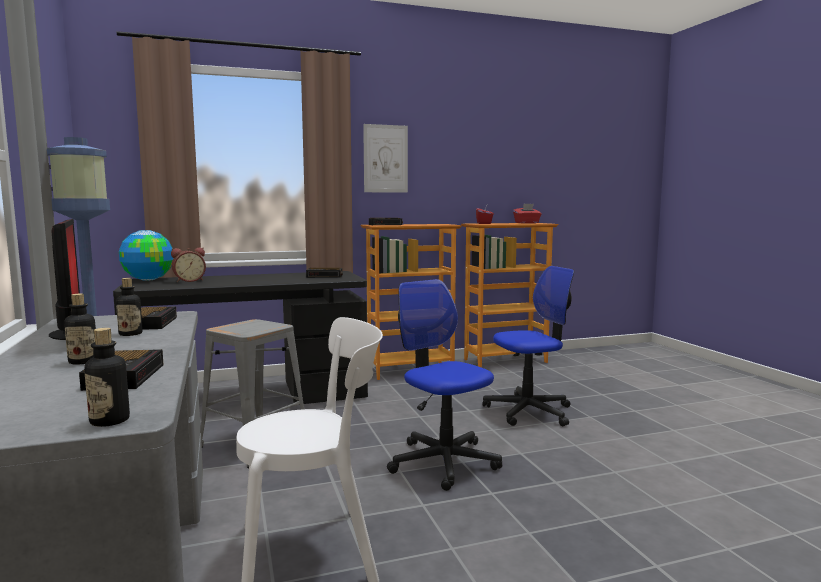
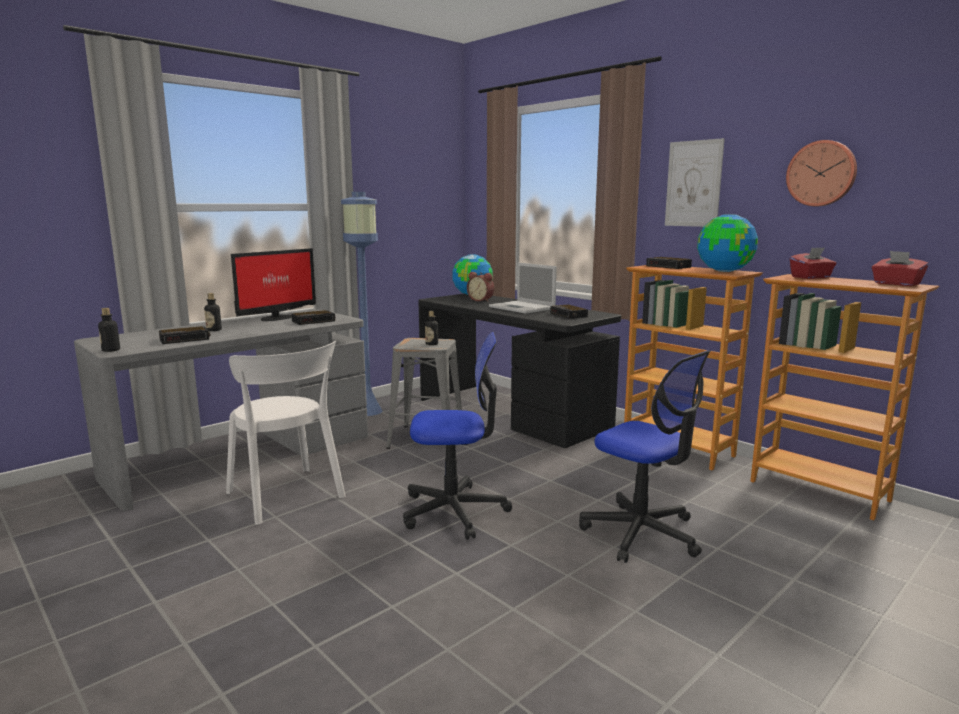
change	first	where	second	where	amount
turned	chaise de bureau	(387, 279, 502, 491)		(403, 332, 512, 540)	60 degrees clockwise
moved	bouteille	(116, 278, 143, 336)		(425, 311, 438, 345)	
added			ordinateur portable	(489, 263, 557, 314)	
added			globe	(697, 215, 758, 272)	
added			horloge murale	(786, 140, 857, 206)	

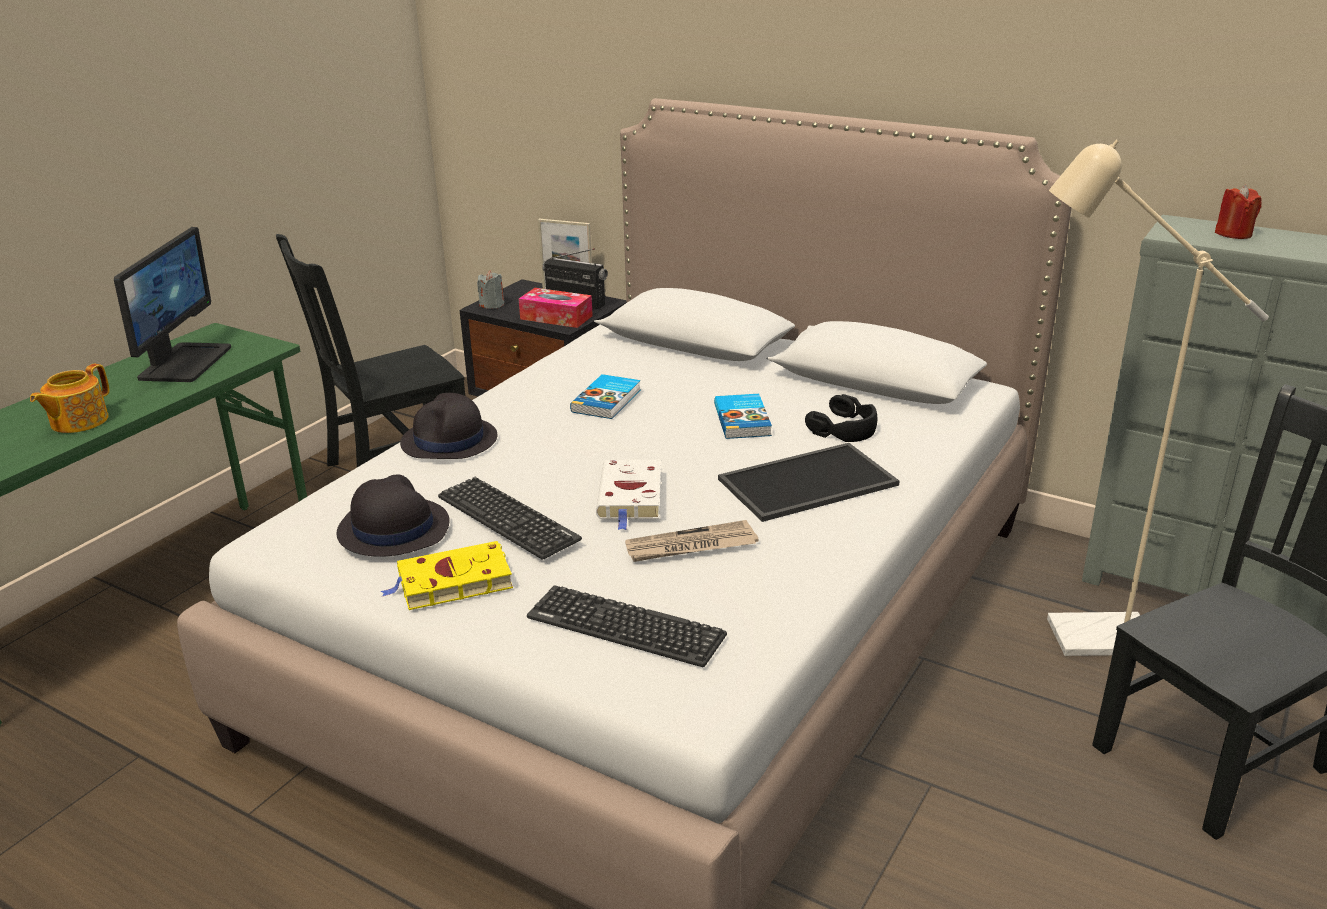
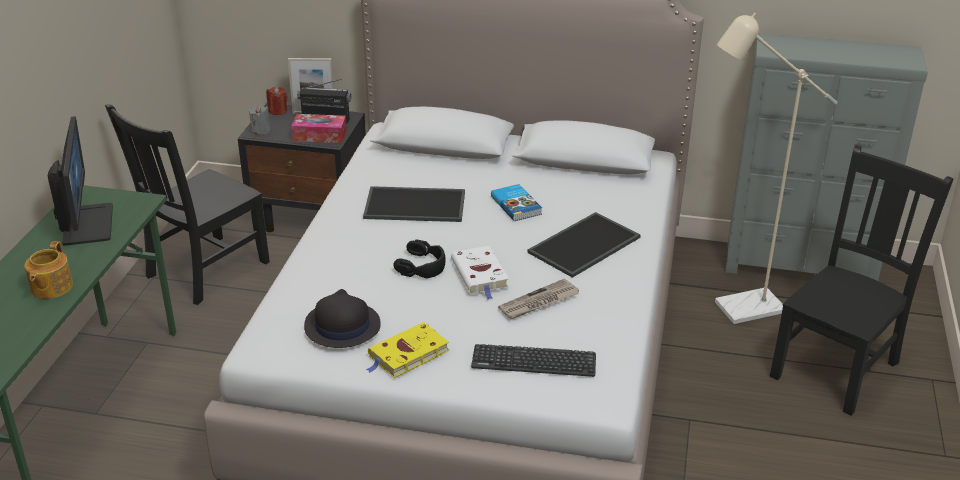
change	first	where	second	where	amount
moved	bougie [rouge]	(1215, 185, 1262, 239)		(266, 87, 287, 115)	
replaced	livre	(570, 374, 641, 419)	plateau	(363, 186, 465, 222)	
moved	casque audio [noir]	(805, 394, 877, 442)		(393, 239, 446, 278)	
removed	chapeau [noir]	(400, 393, 497, 459)			
removed	clavier	(438, 477, 582, 560)			

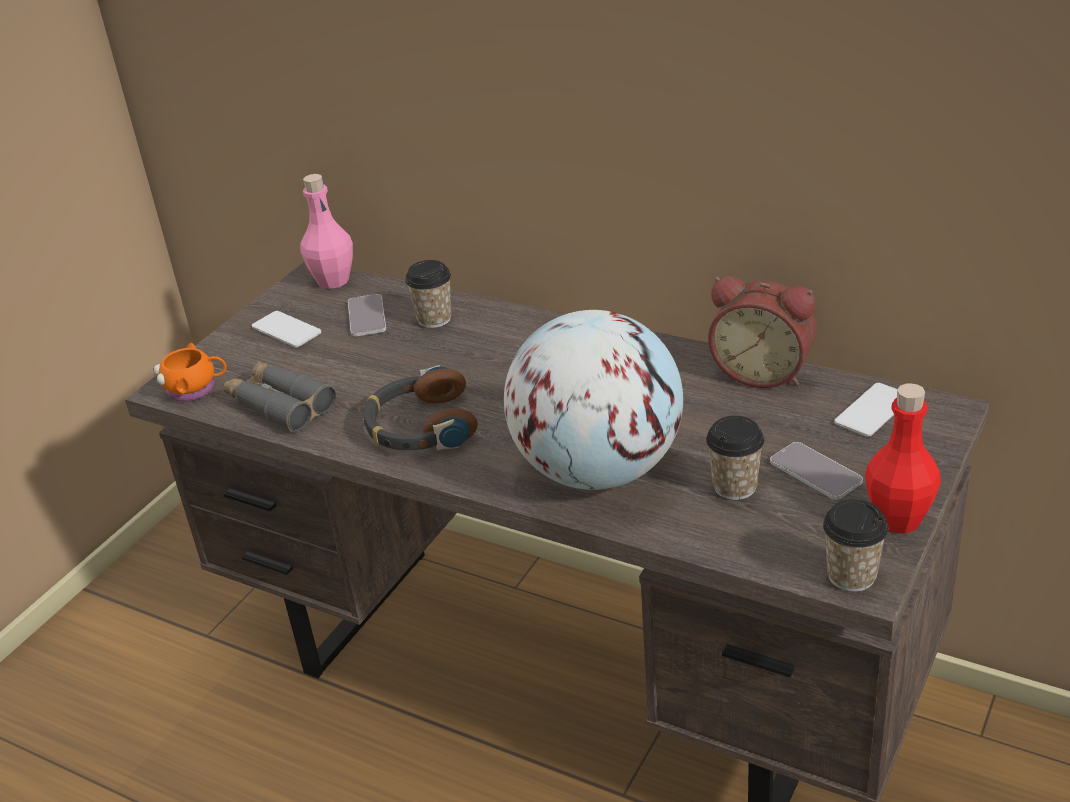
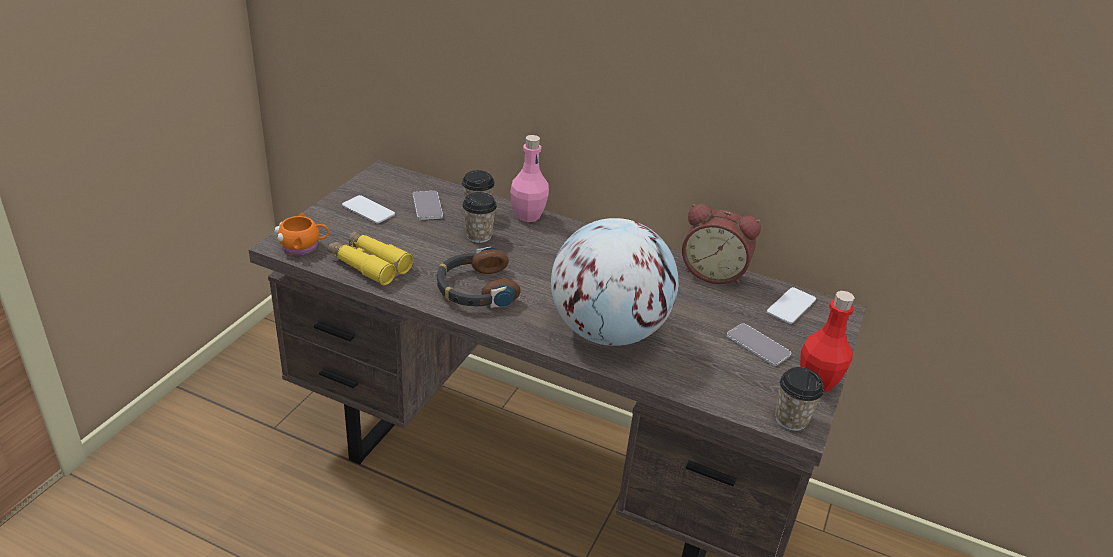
change	first	where	second	where	amount
recoloured	jumelles [gris]	(223, 361, 336, 432)	jumelles [jaune]	(327, 231, 413, 285)	
moved	tasse	(706, 416, 764, 500)		(462, 192, 497, 243)	
moved	bouteille [rose]	(300, 174, 353, 289)		(510, 135, 549, 222)	

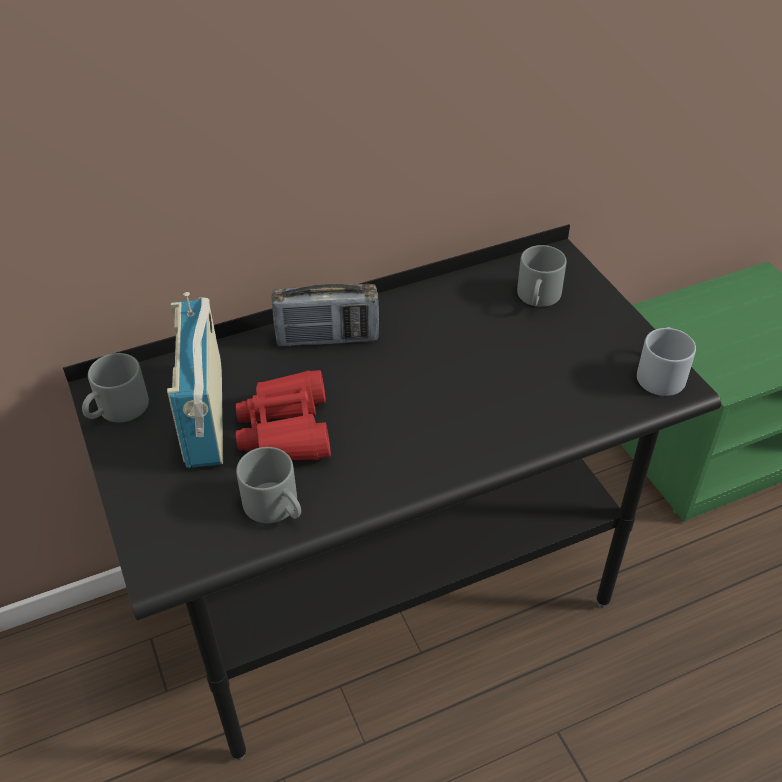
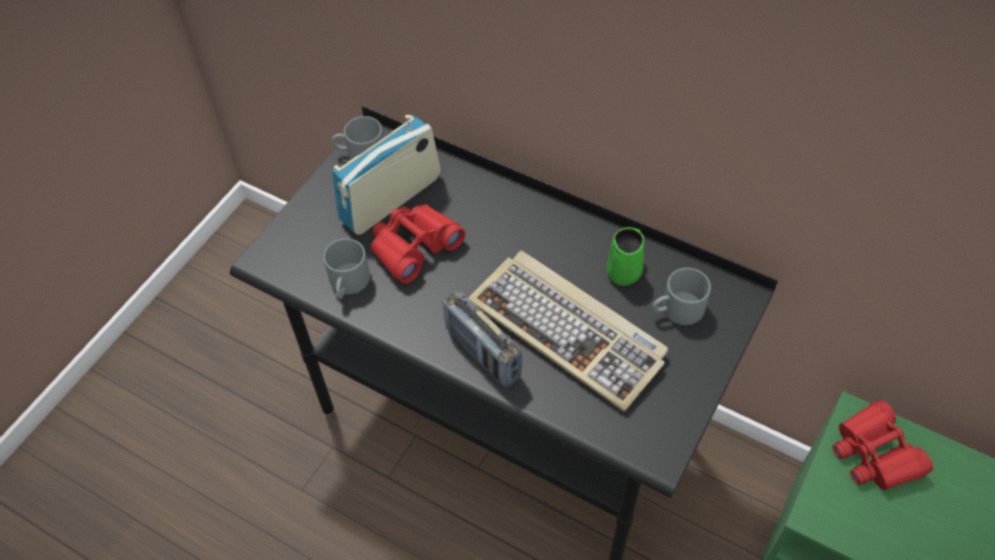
change	first	where	second	where	amount
moved	radio	(272, 284, 379, 347)		(443, 291, 523, 388)	
added			clavier	(468, 250, 668, 412)	
added			mug [vert]	(606, 227, 644, 286)	
added			jumelles [rouge]	(833, 400, 933, 490)	
removed	mug [gris]	(637, 327, 696, 396)			

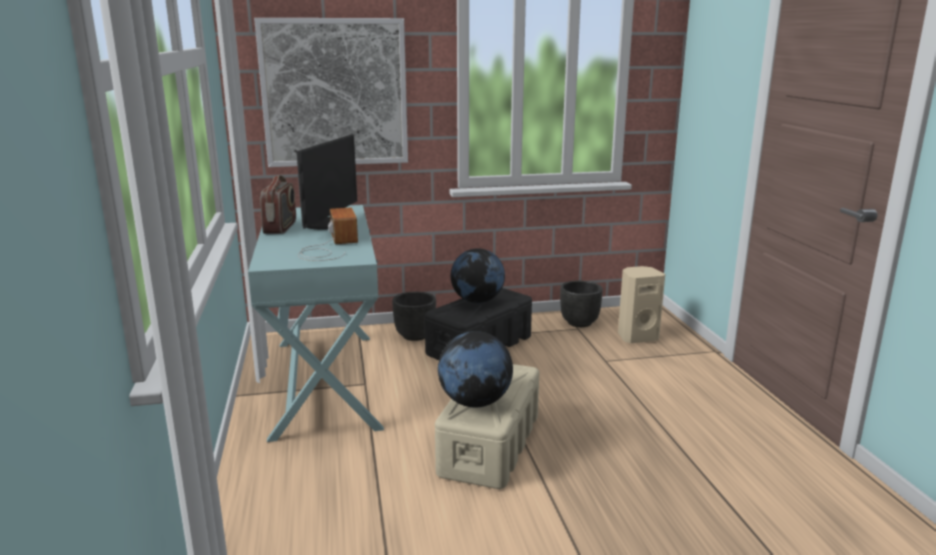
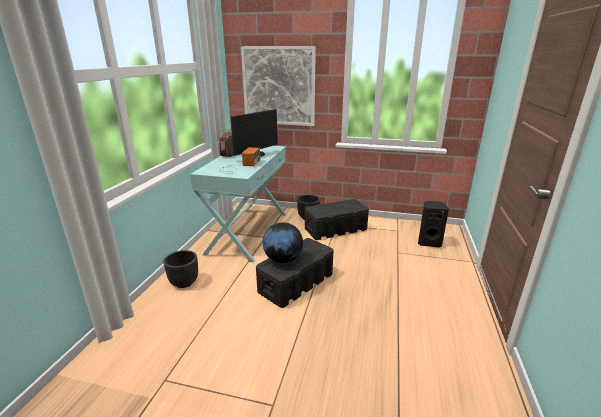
change	first	where	second	where	amount
moved	cache-pot [noir]	(560, 281, 603, 327)		(164, 250, 198, 288)	
recoloured	boîte de rangement [beige]	(435, 364, 539, 489)	boîte de rangement [noir]	(256, 238, 333, 308)	
recoloured	enceinte [beige]	(618, 266, 665, 343)	enceinte [noir]	(418, 201, 449, 248)	
removed	globe	(451, 248, 505, 303)			

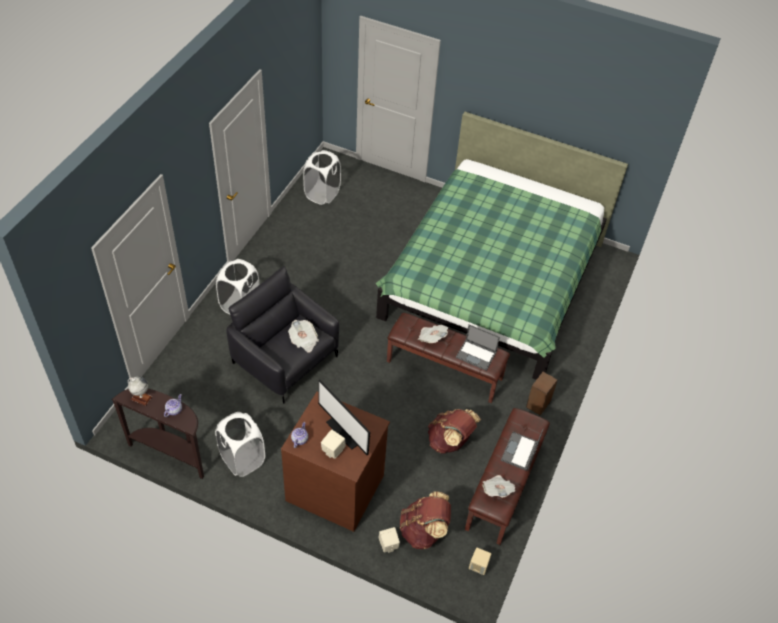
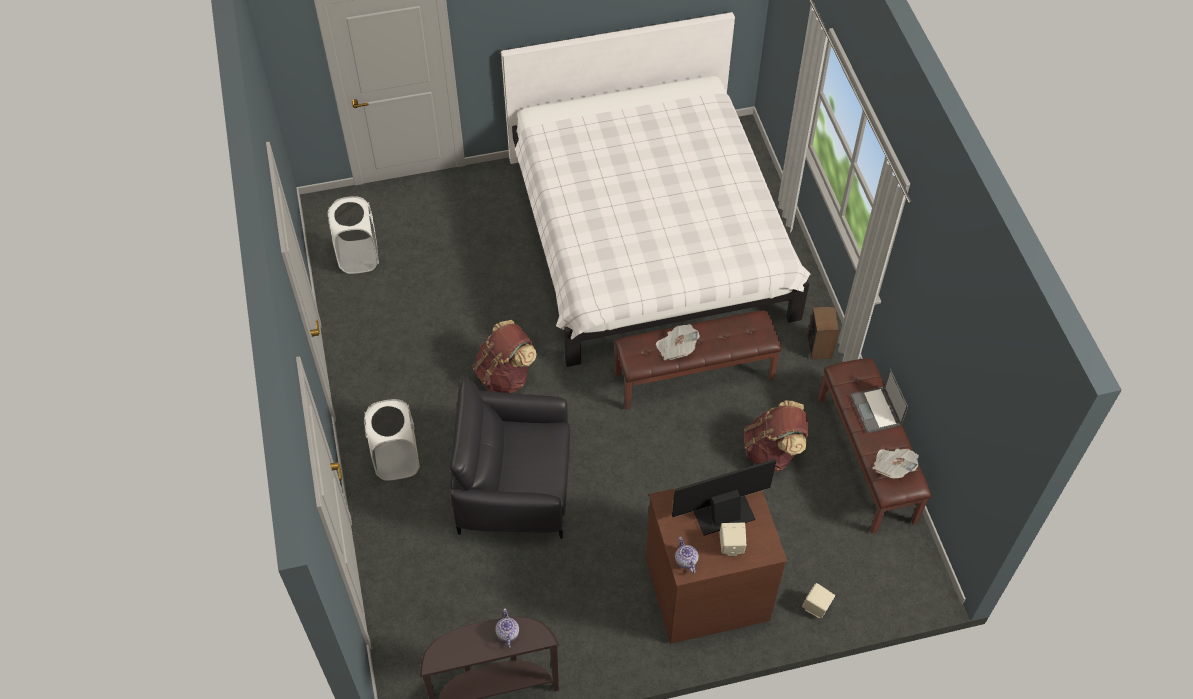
change	first	where	second	where	amount
moved	sac à dos [marron]	(400, 491, 451, 549)		(473, 320, 537, 393)	
recoloured	lit [vert]	(376, 112, 628, 380)	lit [blanc]	(501, 12, 811, 367)	
turned	écran d'ordinateur	(318, 380, 370, 455)		(672, 459, 776, 536)	150 degrees clockwise
removed	globe	(128, 376, 152, 406)			
removed	panier à linge [blanc]	(215, 412, 265, 477)			
removed	journal	(288, 320, 319, 353)			
removed	ordinateur portable	(456, 325, 500, 371)			
removed	enceinte [beige]	(469, 548, 491, 575)			

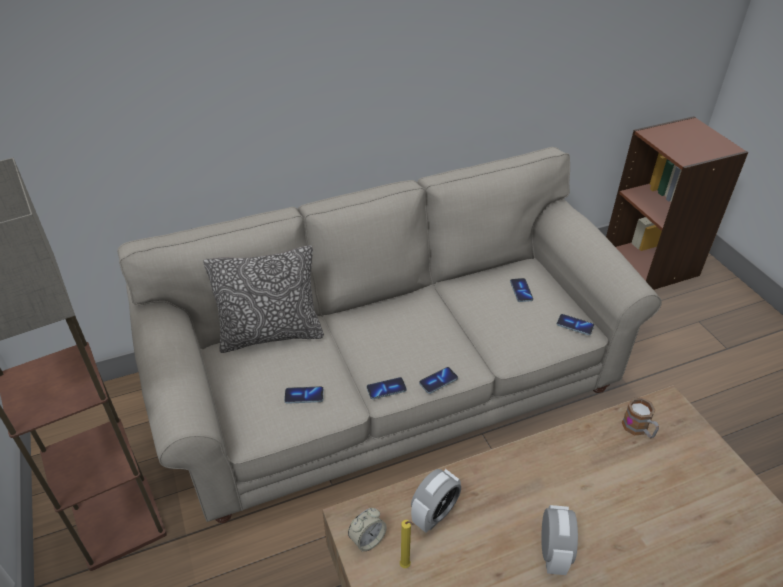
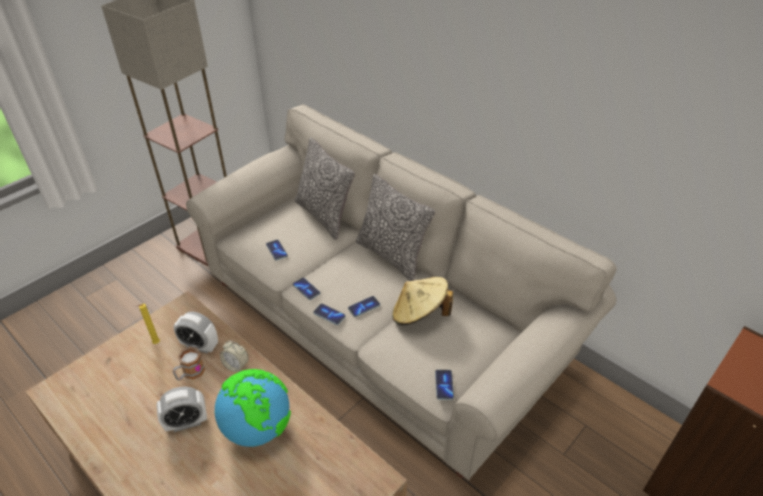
change	first	where	second	where	amount
moved	mug	(622, 397, 659, 438)		(173, 347, 205, 381)	
added			globe	(215, 369, 291, 447)	
moved	réveil	(348, 508, 387, 552)		(220, 340, 249, 372)	
moved	téléphone	(510, 278, 533, 302)		(348, 296, 380, 317)	
added			coussin	(356, 174, 435, 281)	
added			chapeau [beige]	(392, 277, 453, 325)	

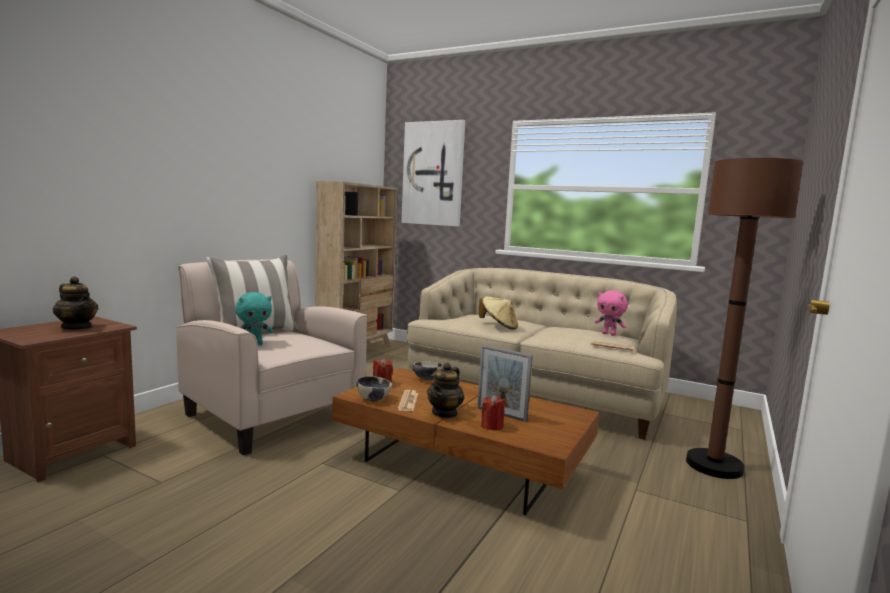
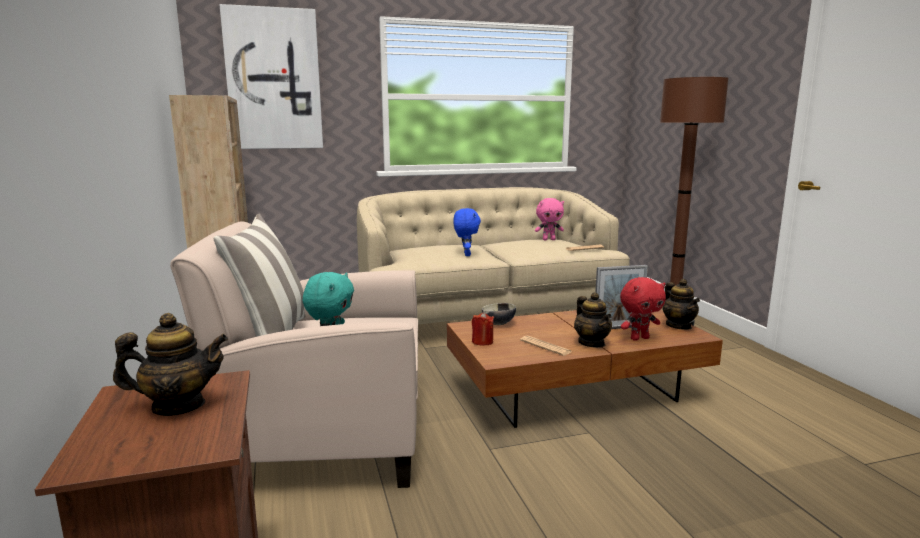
change	first	where	second	where	amount
replaced	chapeau [beige]	(479, 296, 518, 330)	peluche [bleu]	(453, 208, 481, 256)	
replaced	bougie [rouge]	(481, 395, 505, 431)	peluche [rouge]	(620, 277, 666, 341)	
added			théière	(663, 279, 700, 330)	
removed	bol	(356, 376, 392, 401)			

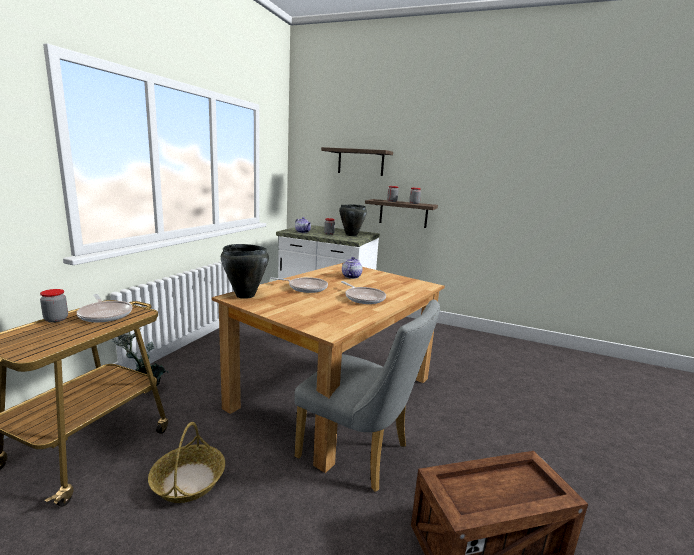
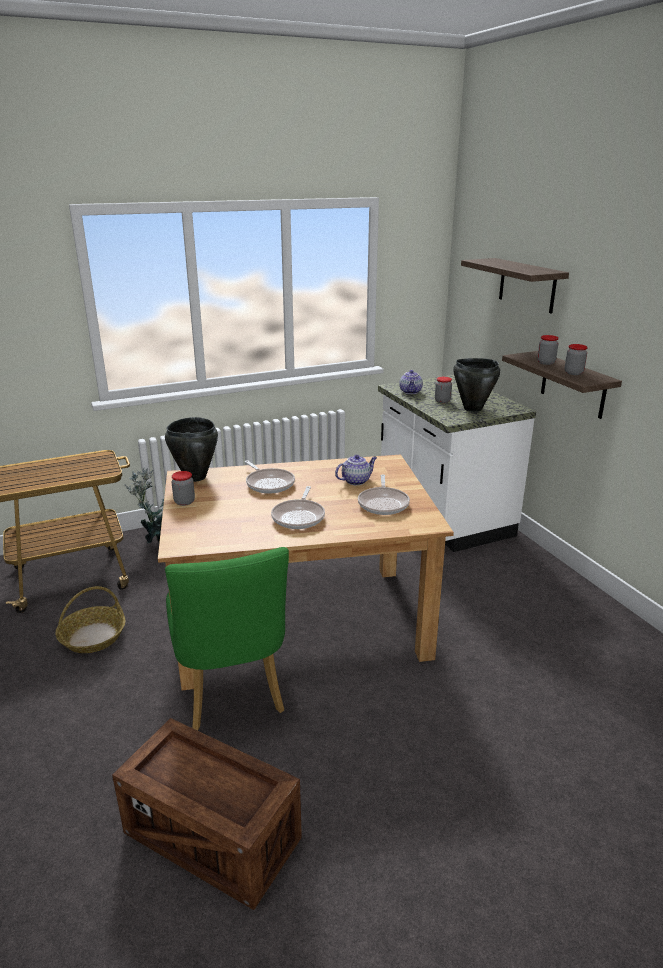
change	first	where	second	where	amount
recoloured	chaise [gris]	(294, 300, 440, 492)	chaise [vert]	(165, 547, 289, 731)	
moved	bocal	(40, 289, 68, 323)		(172, 471, 195, 506)	
moved	poêle	(77, 294, 132, 322)		(358, 474, 410, 515)	

